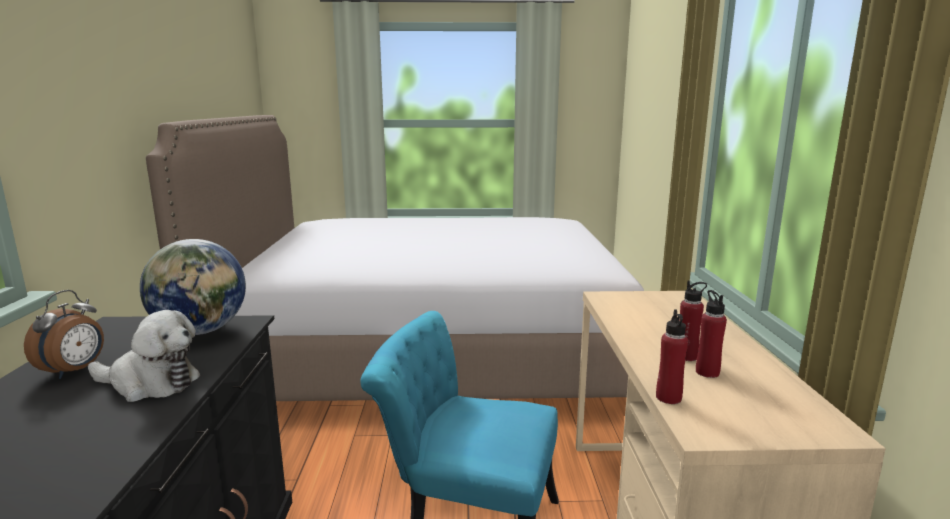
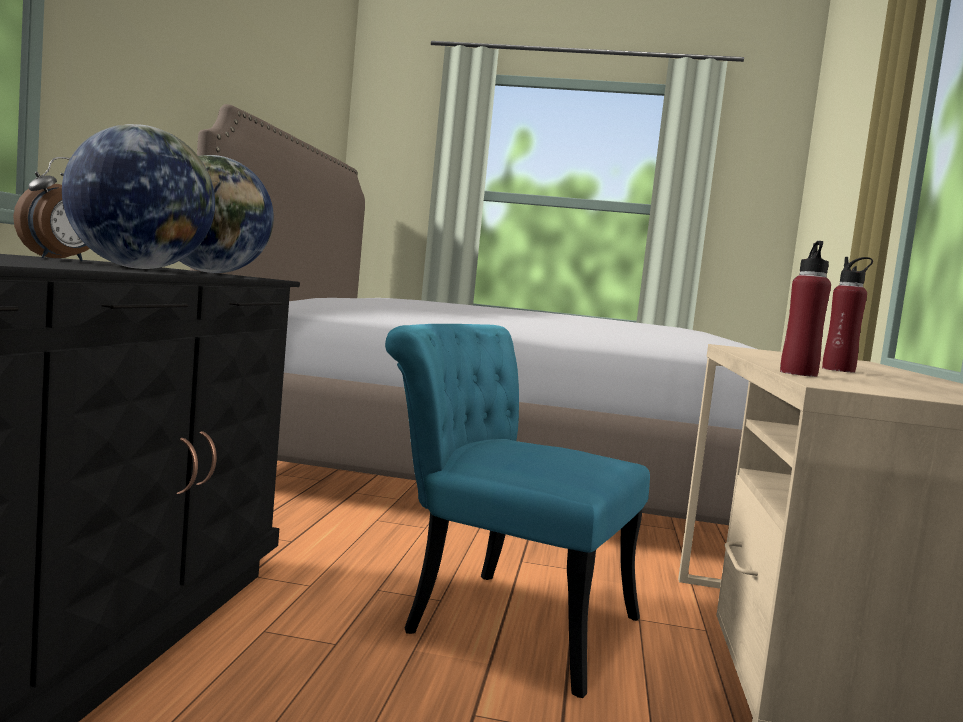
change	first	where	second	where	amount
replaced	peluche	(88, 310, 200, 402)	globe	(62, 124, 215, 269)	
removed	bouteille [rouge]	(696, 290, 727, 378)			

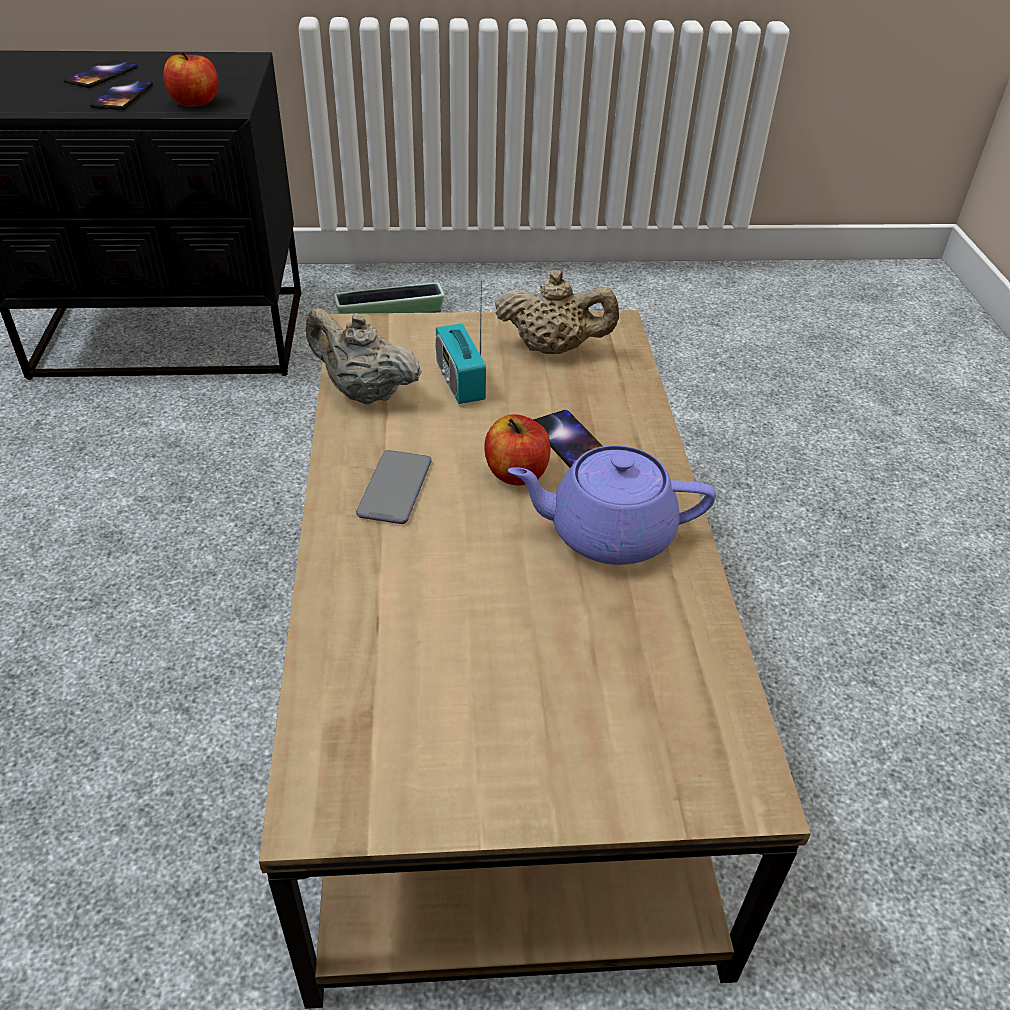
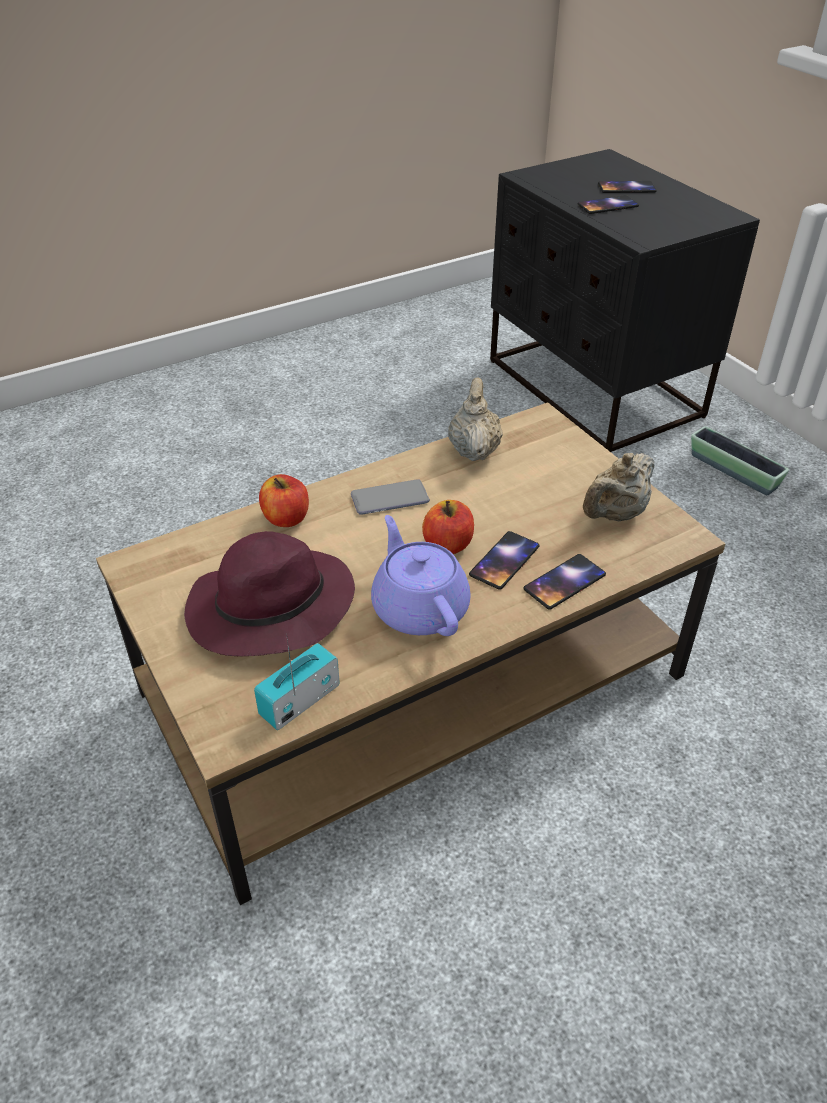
change	first	where	second	where	amount
added			chapeau [violet]	(184, 531, 355, 657)	
moved	radio	(435, 280, 486, 404)		(254, 633, 340, 730)	
moved	pomme	(163, 51, 218, 107)		(259, 474, 309, 527)	
added			téléphone	(523, 554, 606, 609)	
turned	théière [beige]	(495, 270, 619, 354)		(583, 453, 654, 521)	60 degrees clockwise

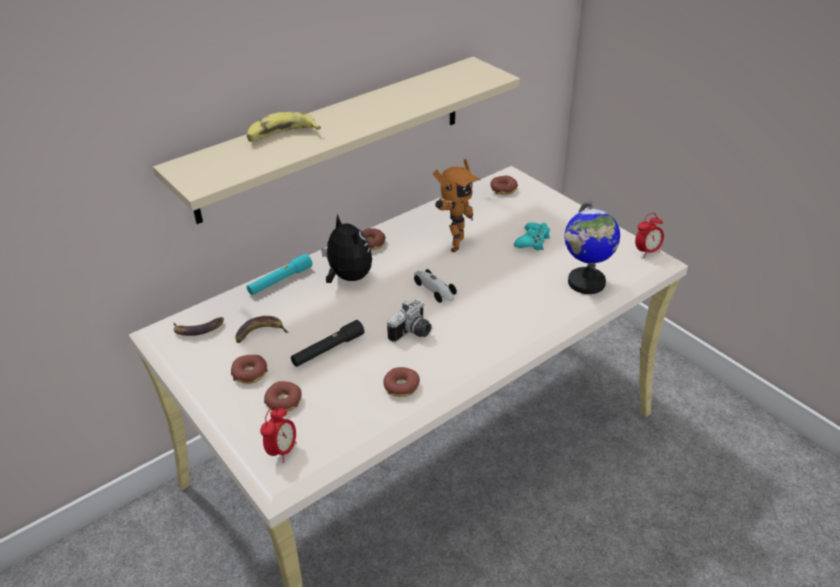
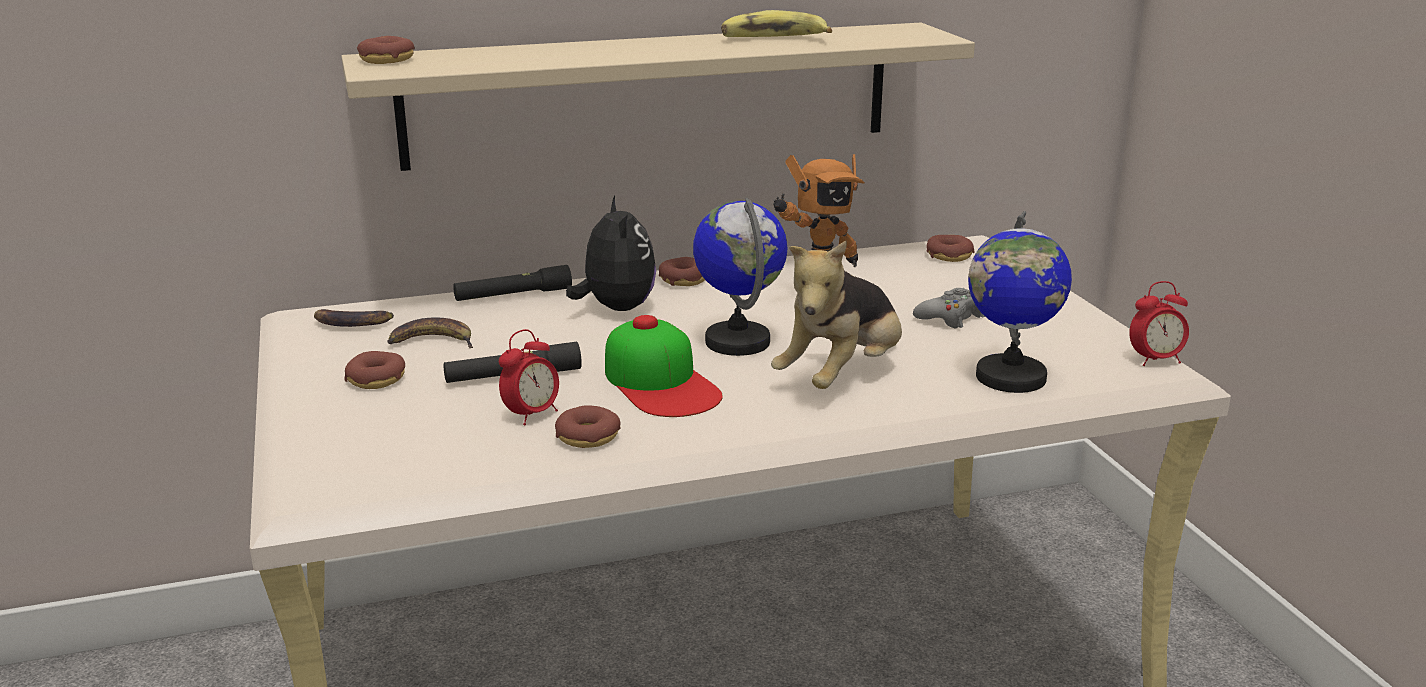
change	first	where	second	where	amount
moved	beignet	(264, 381, 302, 412)		(357, 36, 415, 64)	
recoloured	lampe de poche [turquoise]	(247, 253, 312, 295)	lampe de poche [noir]	(453, 265, 572, 301)	
moved	réveil	(260, 407, 297, 463)		(499, 329, 559, 425)	
replaced	appareil photo	(387, 299, 432, 342)	casquette	(605, 315, 723, 417)	
replaced	petite voiture	(414, 269, 457, 303)	globe	(693, 197, 788, 356)	
moved	banane	(247, 112, 321, 142)		(721, 10, 832, 37)	
added			peluche	(771, 241, 902, 389)	
recoloured	manette [turquoise]	(514, 222, 550, 251)	manette [gris]	(913, 288, 985, 328)	

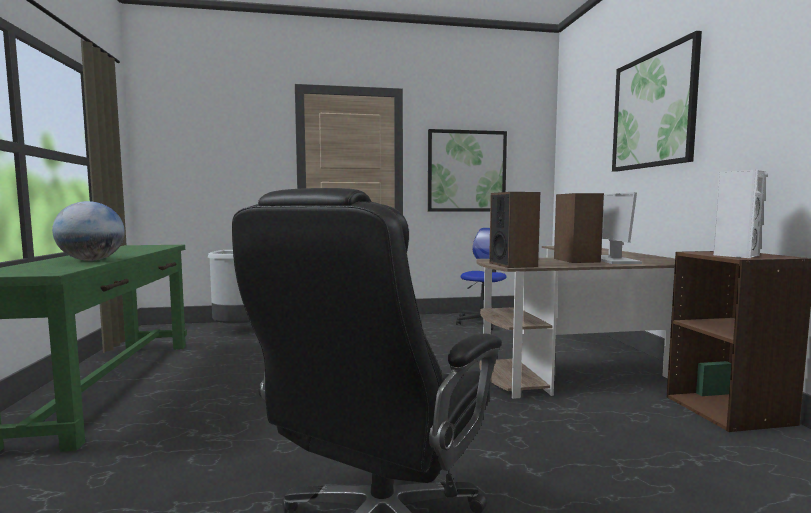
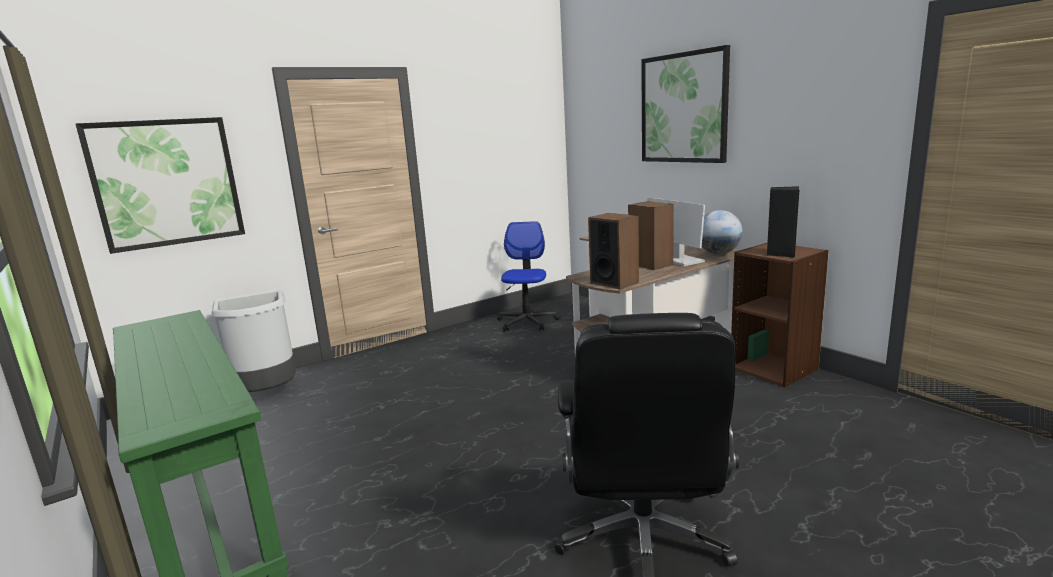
change	first	where	second	where	amount
moved	tableau	(428, 129, 507, 212)		(76, 117, 245, 254)	
moved	globe	(52, 201, 125, 261)		(702, 210, 743, 254)	
recoloured	enceinte [blanc]	(713, 169, 767, 258)	enceinte [noir]	(767, 186, 799, 258)	

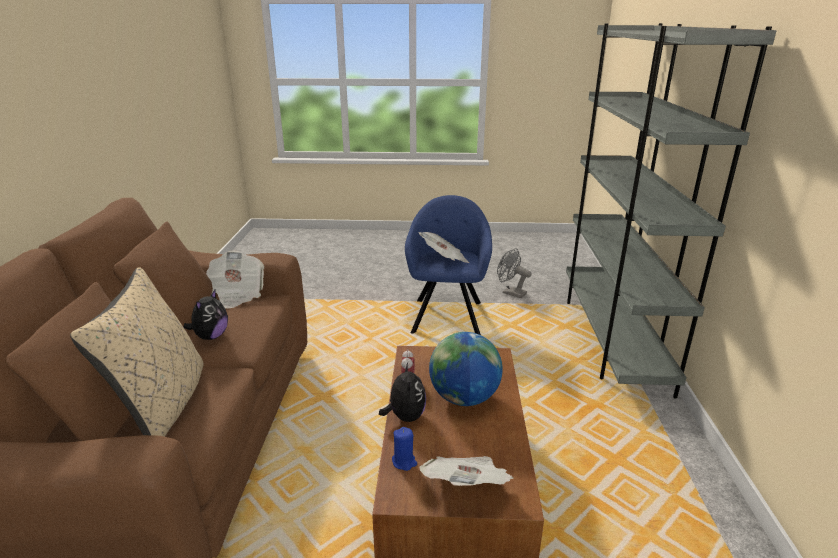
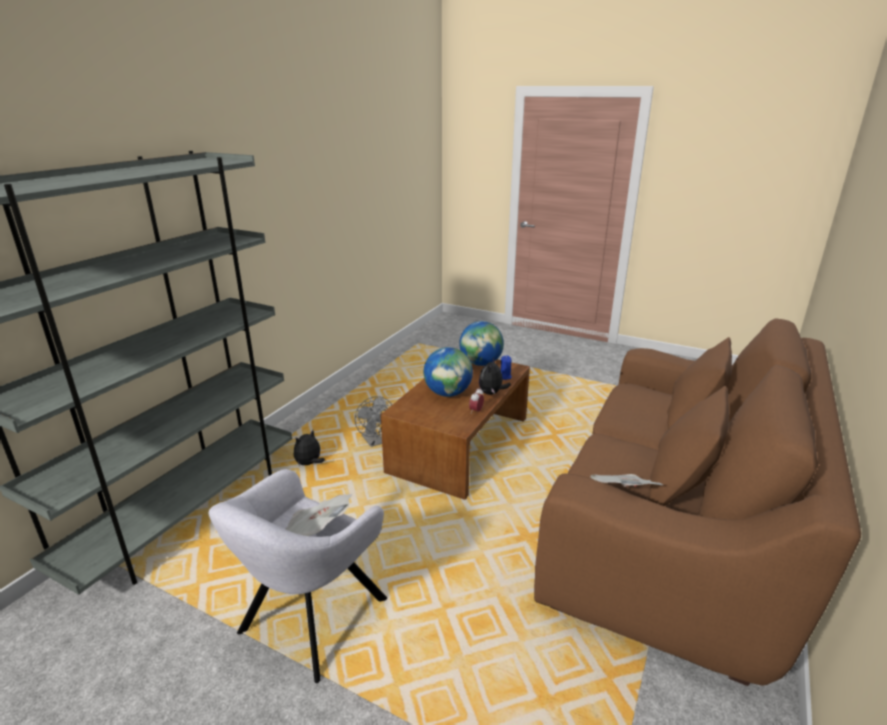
change	first	where	second	where	amount
recoloured	fauteuil [bleu]	(405, 195, 492, 335)	fauteuil [gris]	(209, 469, 387, 683)	
moved	peluche	(184, 290, 228, 340)		(294, 430, 325, 466)	
moved	ventilateur [gris]	(497, 248, 532, 298)		(355, 396, 392, 447)	
replaced	journal	(419, 456, 514, 486)	globe	(459, 321, 504, 366)	
removed	coussin [beige]	(70, 268, 204, 437)			

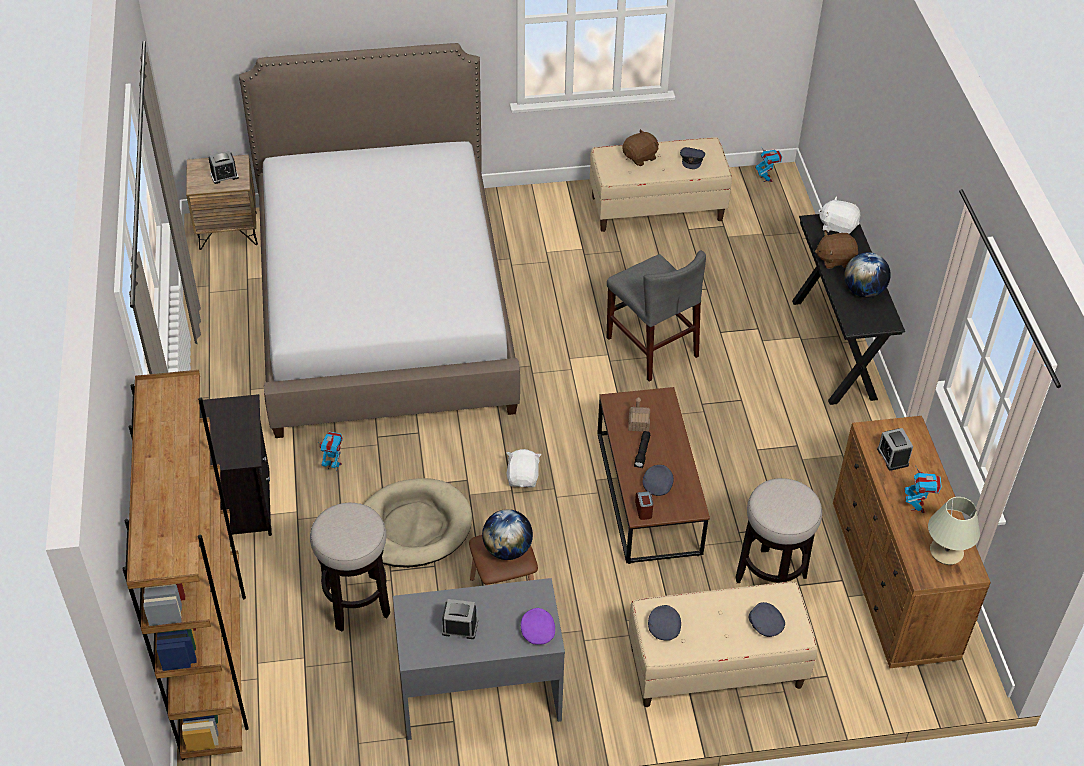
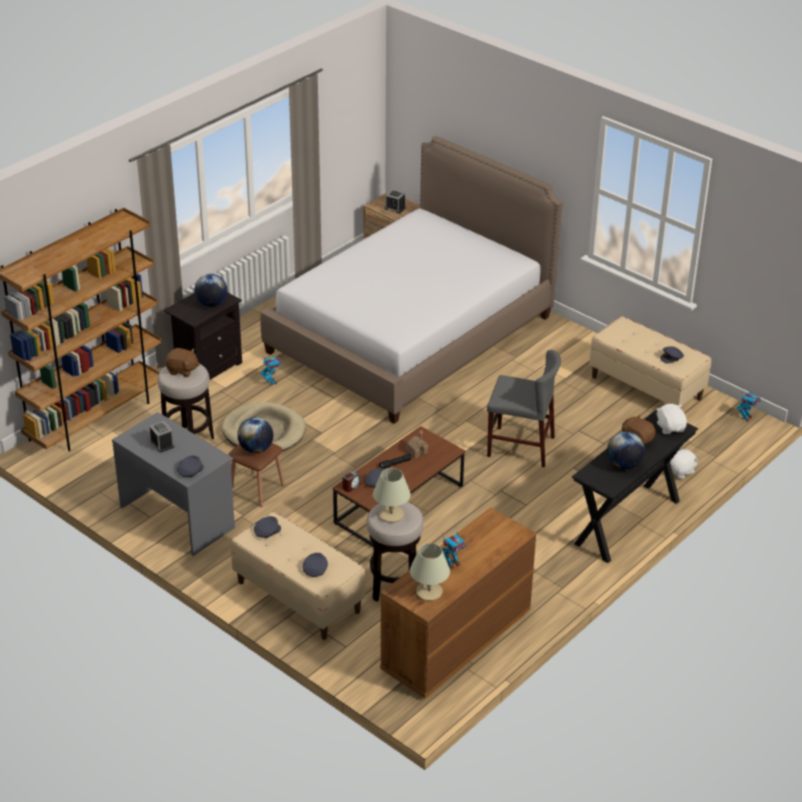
change	first	where	second	where	amount
moved	peluche [marron]	(622, 129, 659, 166)		(166, 348, 200, 377)	
recoloured	casquette [violet]	(521, 608, 555, 645)	casquette [gris]	(177, 455, 204, 477)	
added			globe	(194, 274, 227, 307)	
added			lampe de table [beige]	(373, 468, 411, 523)	
turned	chaise [gris]	(606, 251, 706, 382)		(487, 350, 561, 467)	90 degrees counterclockwise
moved	peluche [blanc]	(507, 449, 541, 488)		(670, 448, 698, 479)	
removed	réveil	(877, 428, 913, 471)			

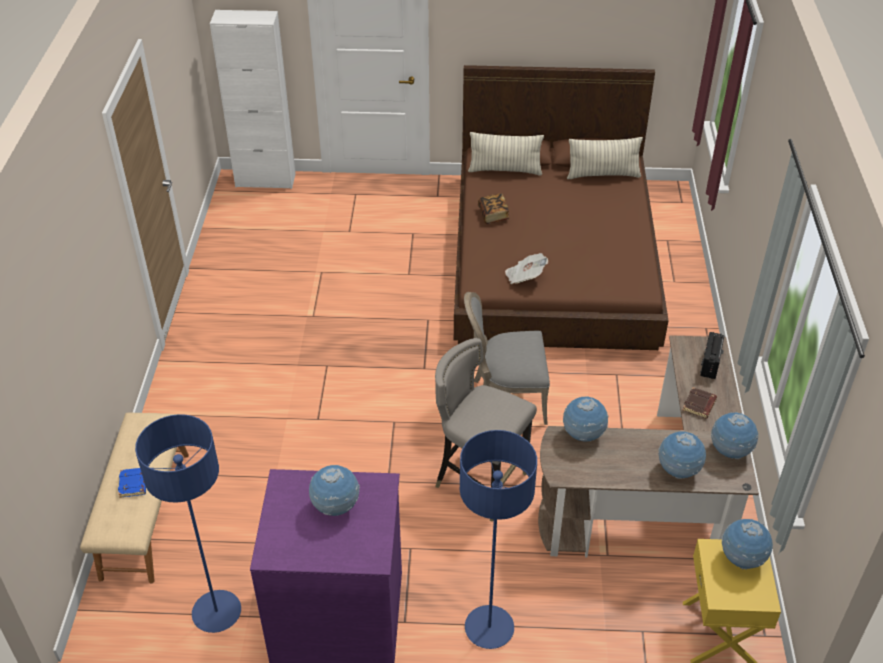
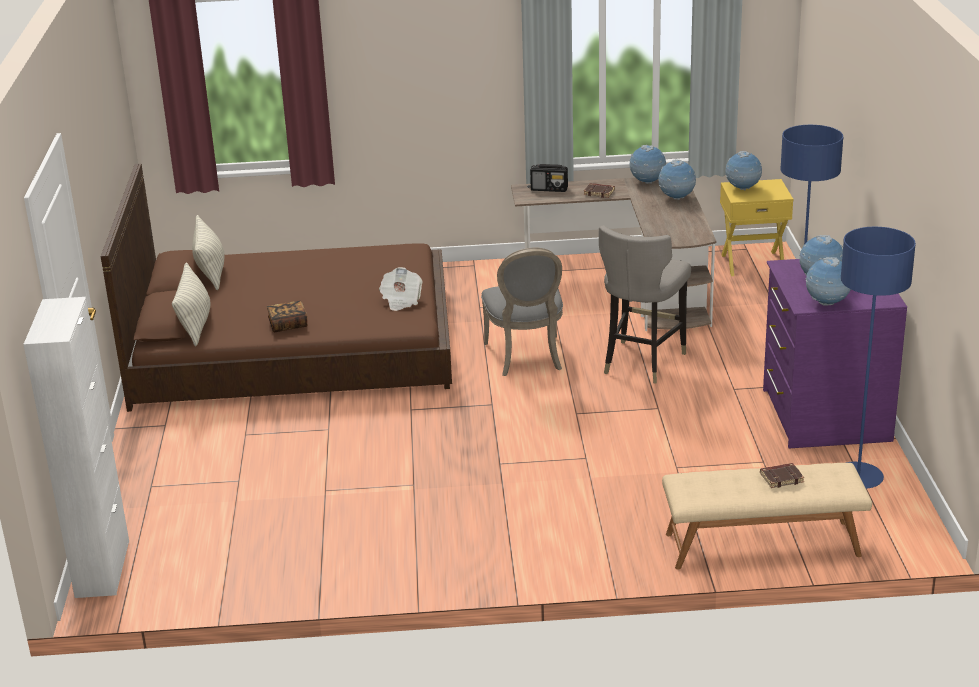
change	first	where	second	where	amount
recoloured	livre [bleu]	(118, 468, 146, 498)	livre [marron]	(760, 463, 804, 488)	
moved	globe	(563, 397, 608, 442)		(806, 257, 851, 305)	

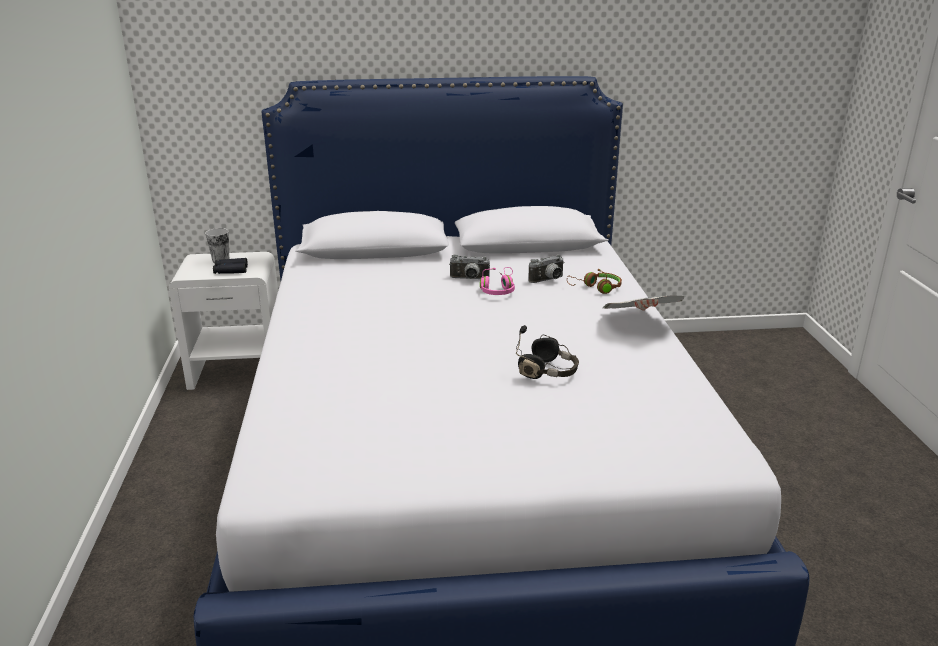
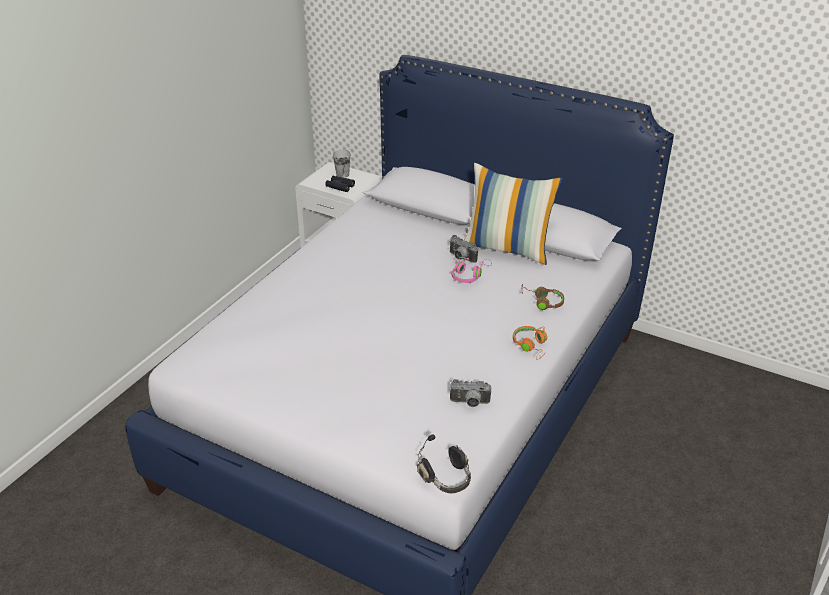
change	first	where	second	where	amount
moved	casque audio [noir]	(516, 325, 579, 379)		(417, 434, 471, 493)	
moved	appareil photo	(529, 255, 564, 283)		(450, 379, 492, 407)	
added			coussin	(464, 163, 563, 265)	
replaced	journal	(602, 295, 685, 311)	casque audio [orange]	(513, 326, 547, 360)	

